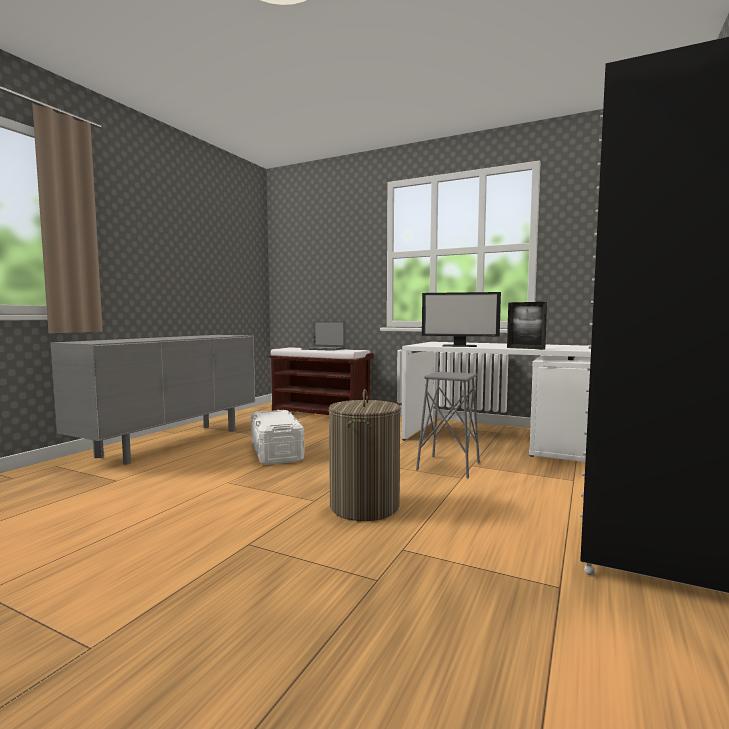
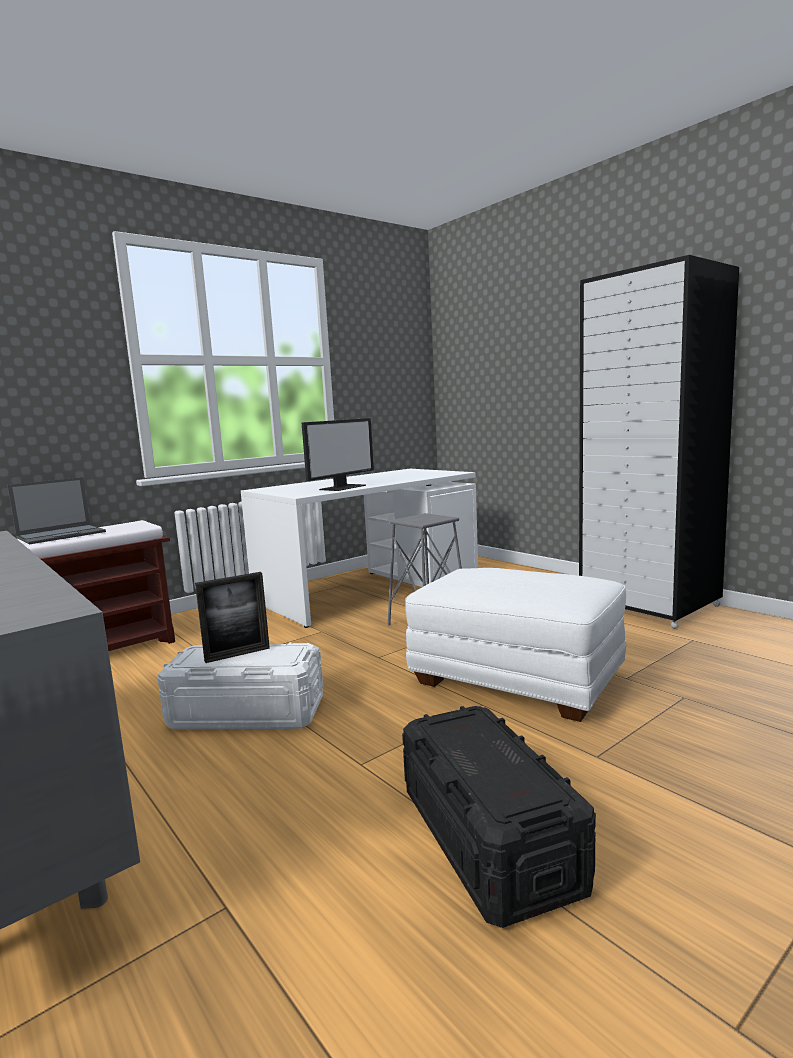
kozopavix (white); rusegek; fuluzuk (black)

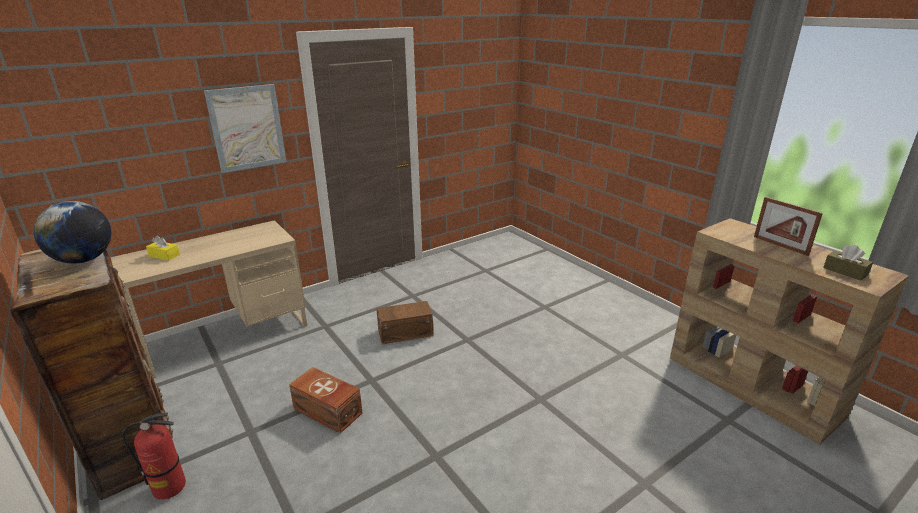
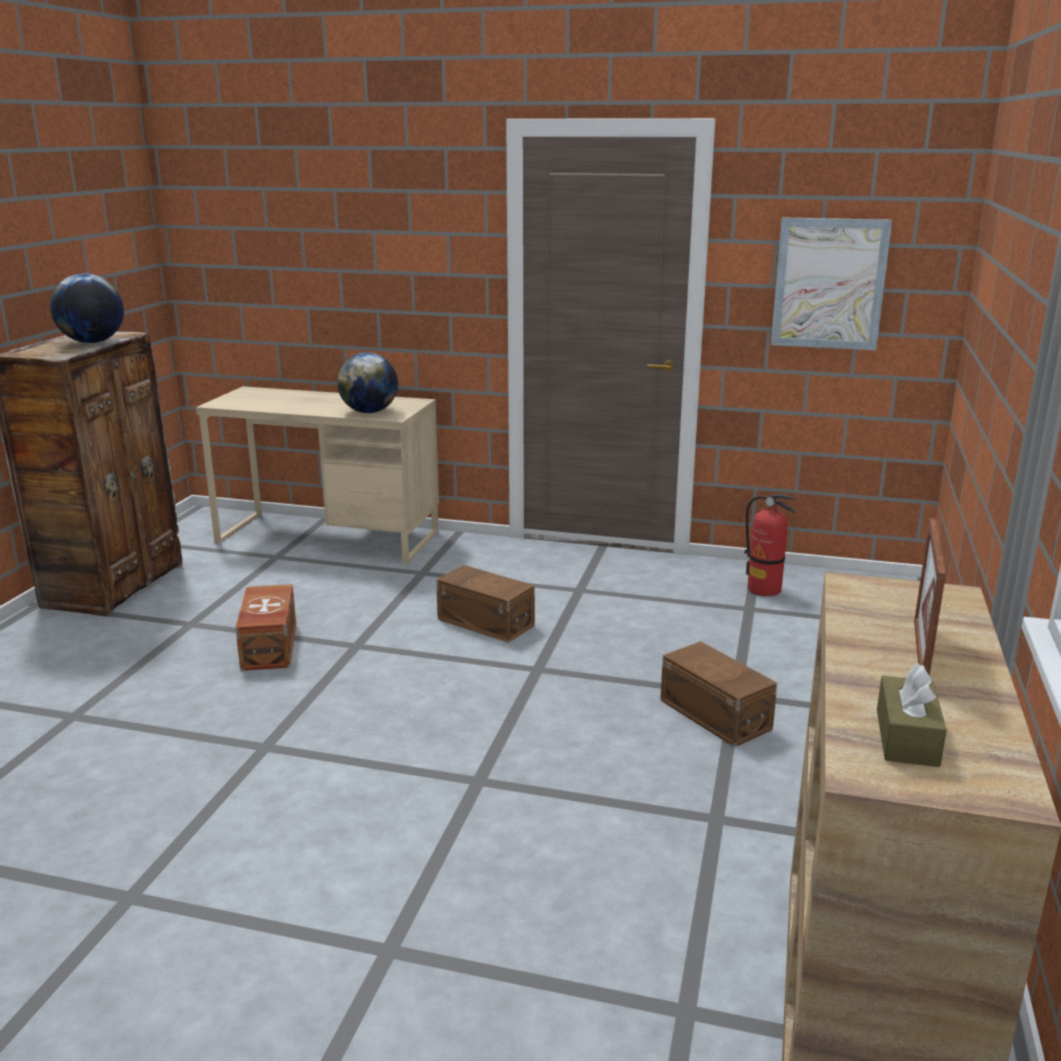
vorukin; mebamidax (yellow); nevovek; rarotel (2nd from left); fuluzuk (brown) (3rd from left)

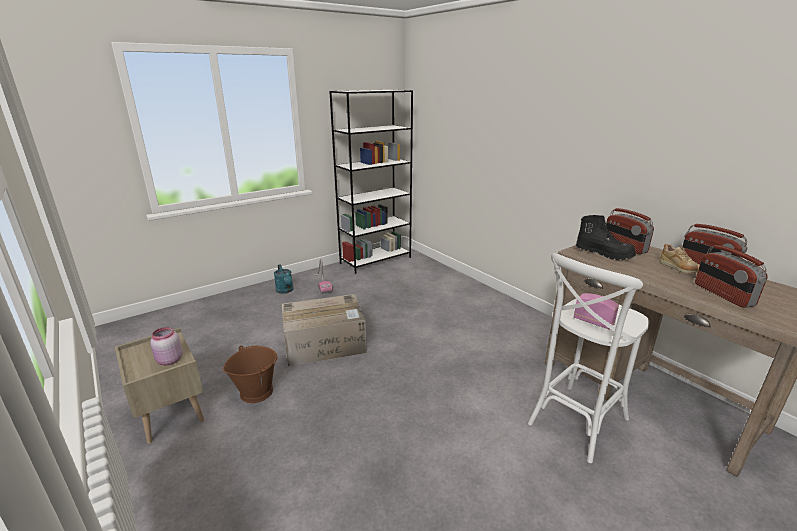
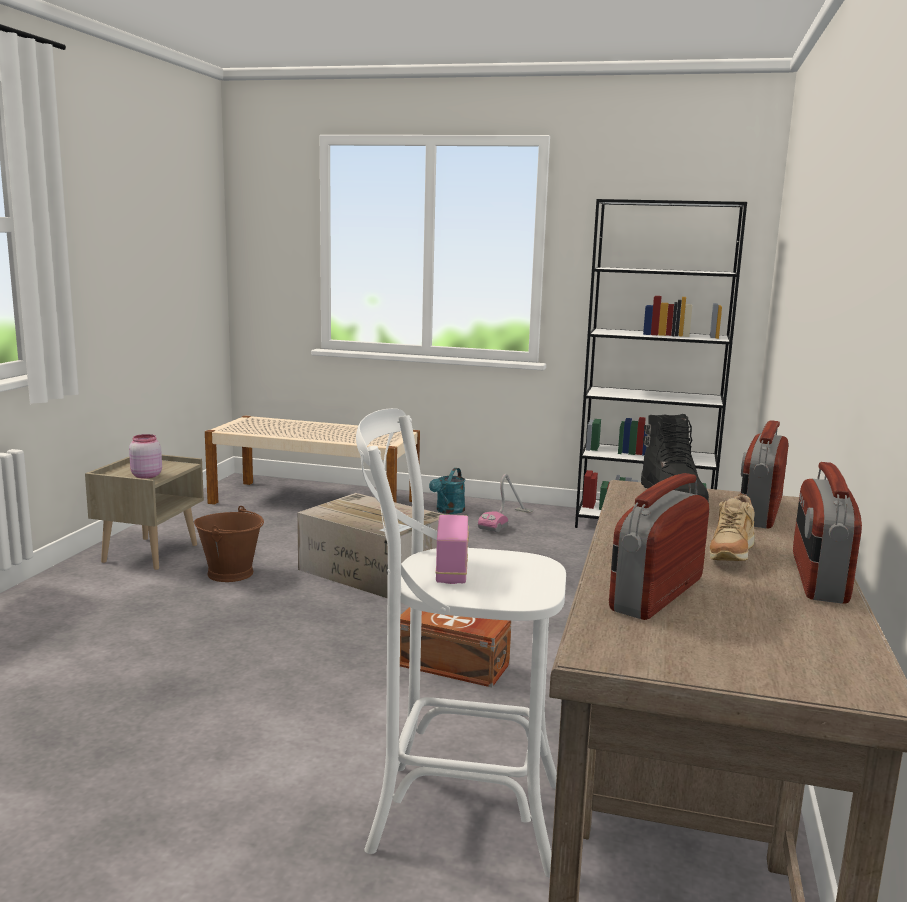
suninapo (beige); fuluzuk (brown)

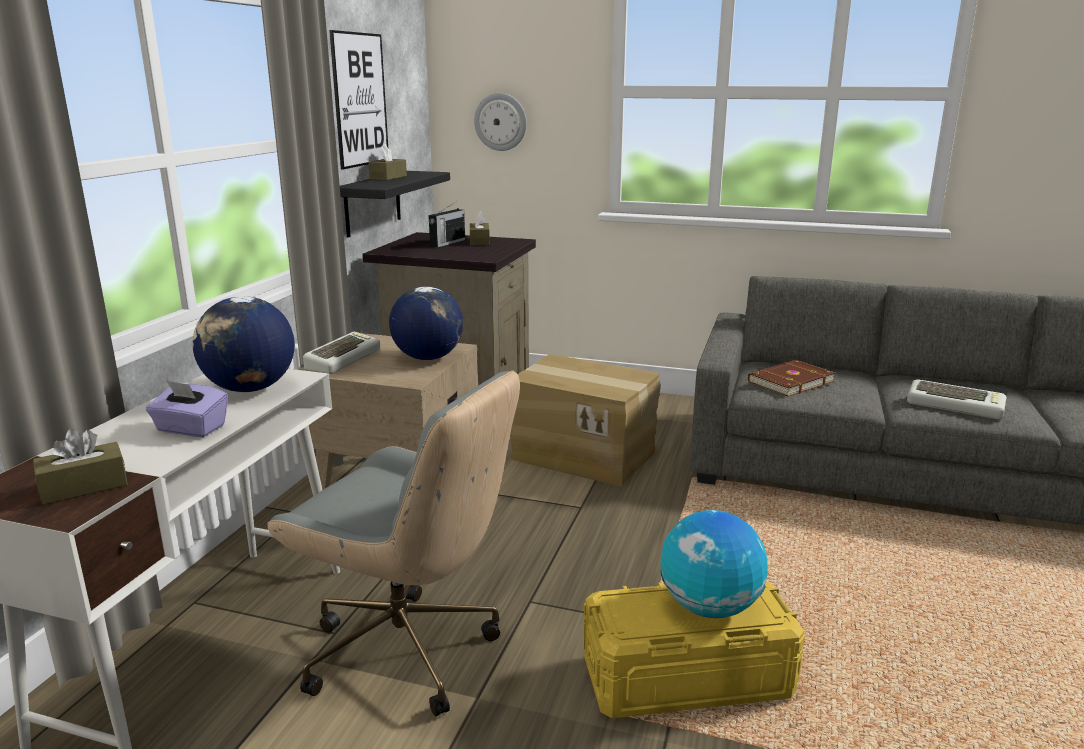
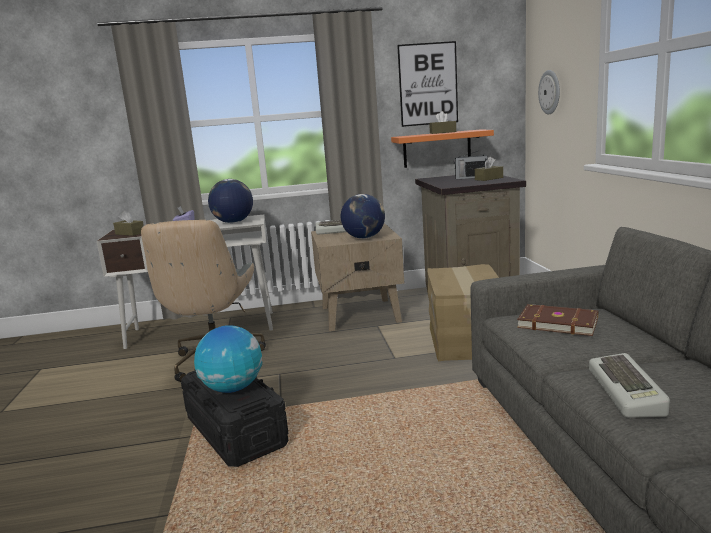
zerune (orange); fuluzuk (black)

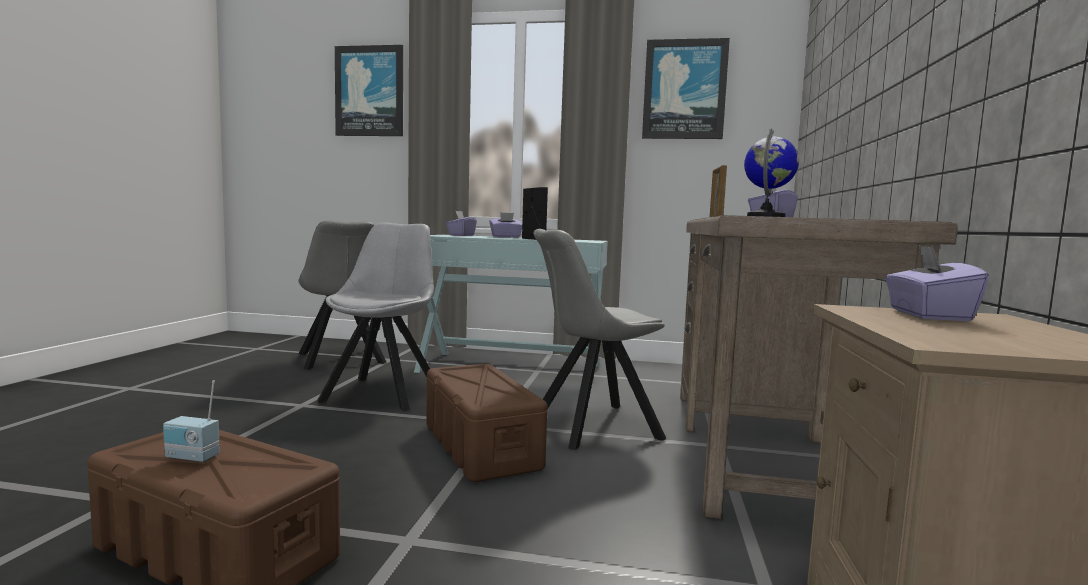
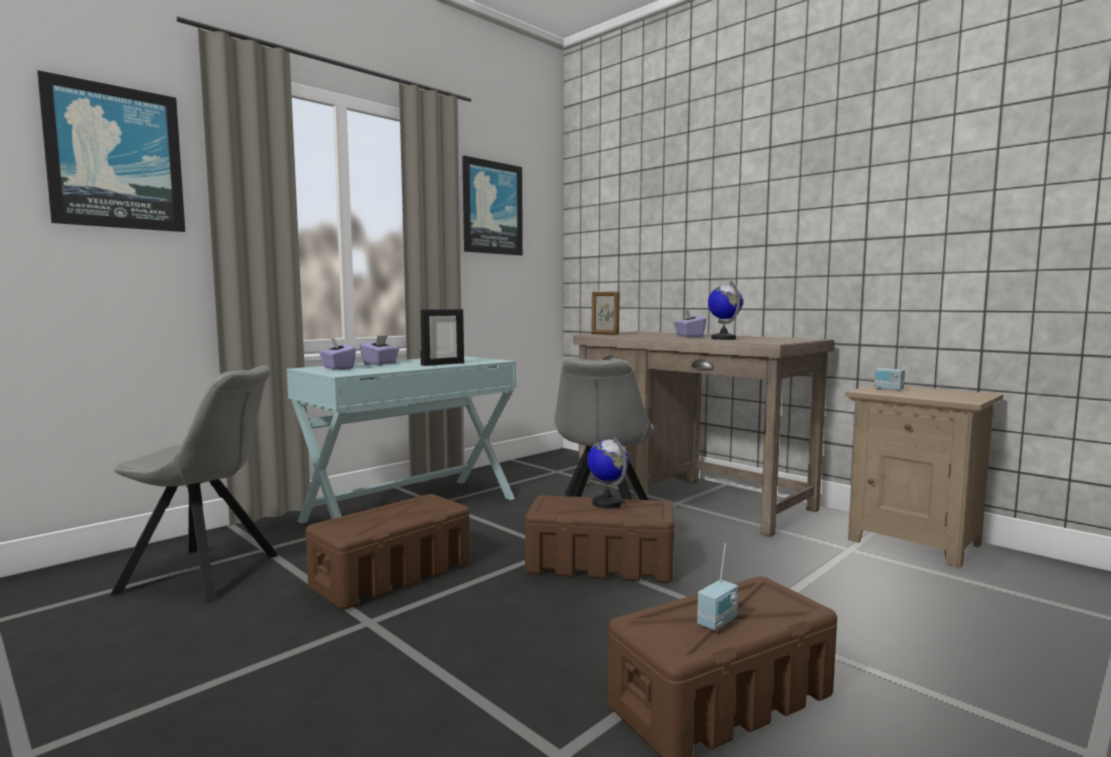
fuluzuk (brown) (1st from left); rusegek (1st from left); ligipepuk (2nd from left); rarotel (1st from left)

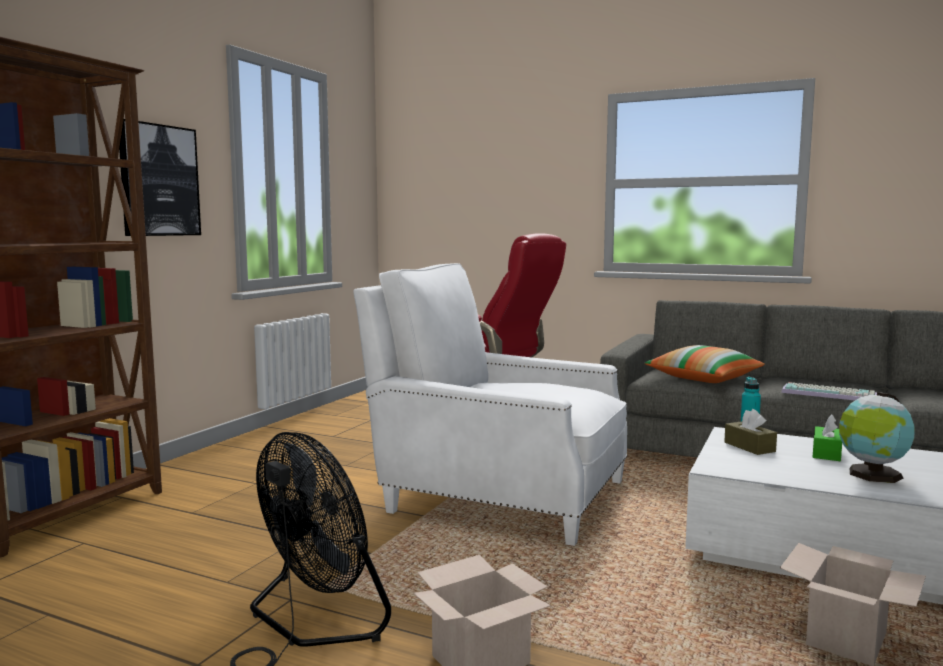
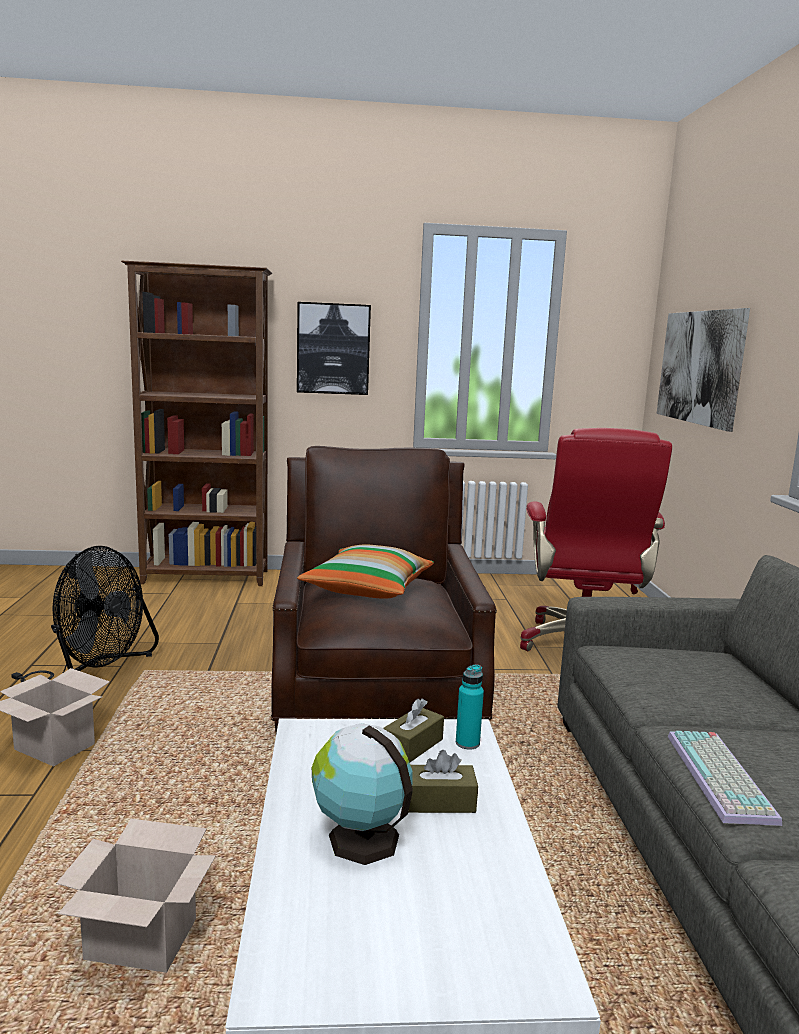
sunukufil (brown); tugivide; mebamidax (brown) (2nd from left); nevovek (2nd from left)

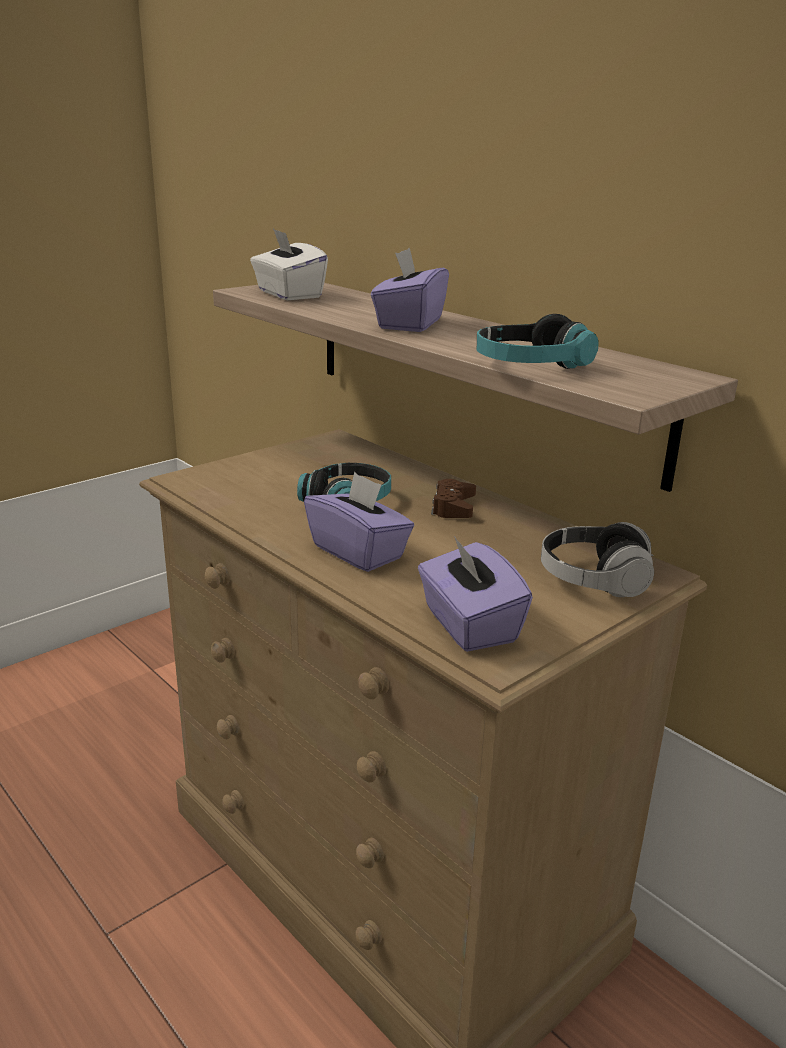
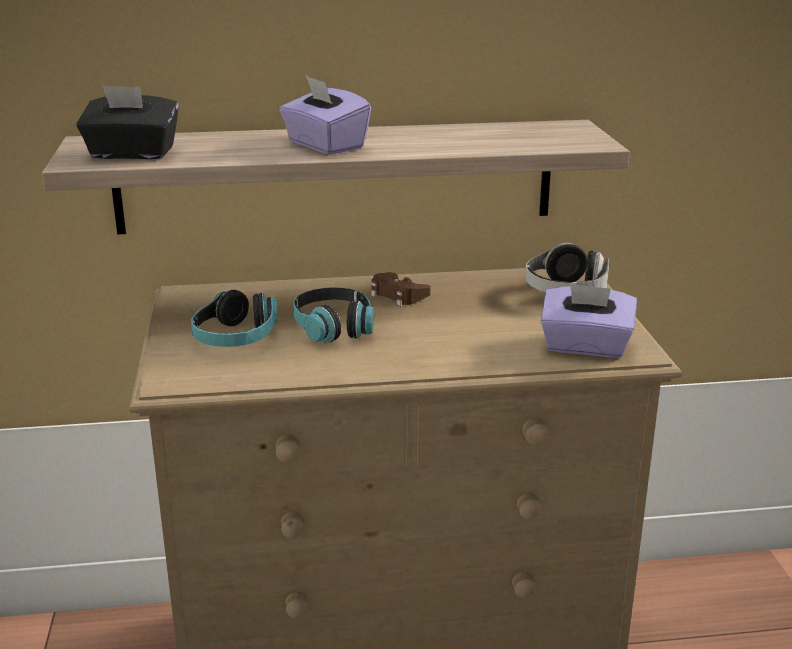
mebamidax (black); mebamidax (purple) (1st from left in the first image); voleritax (1st from left)

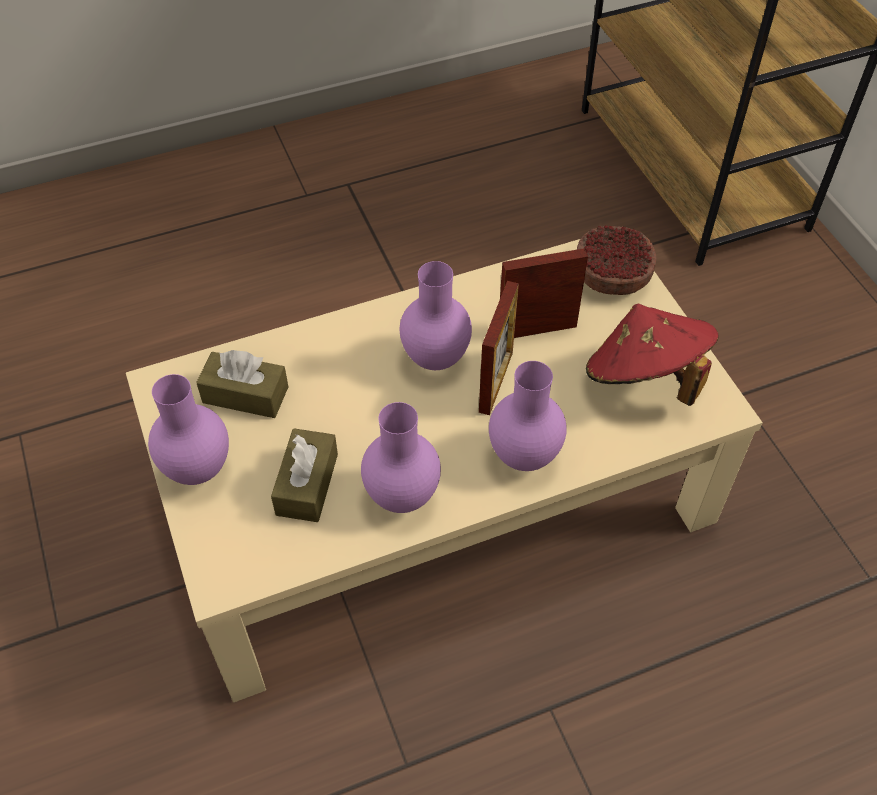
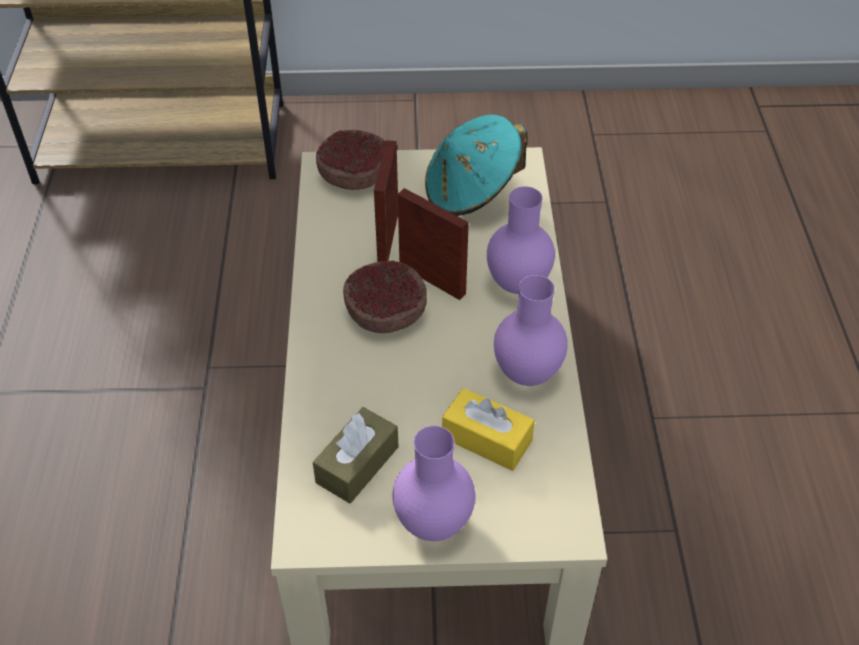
mebamidax (yellow); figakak (2nd from left); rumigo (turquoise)

